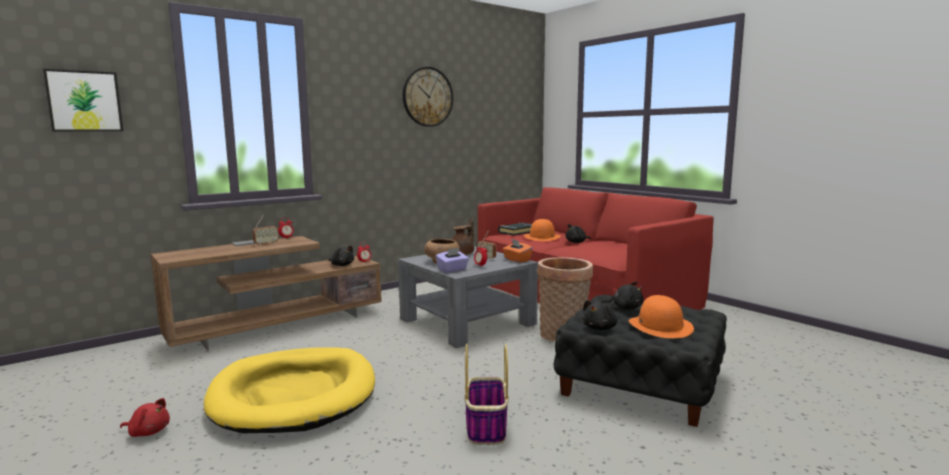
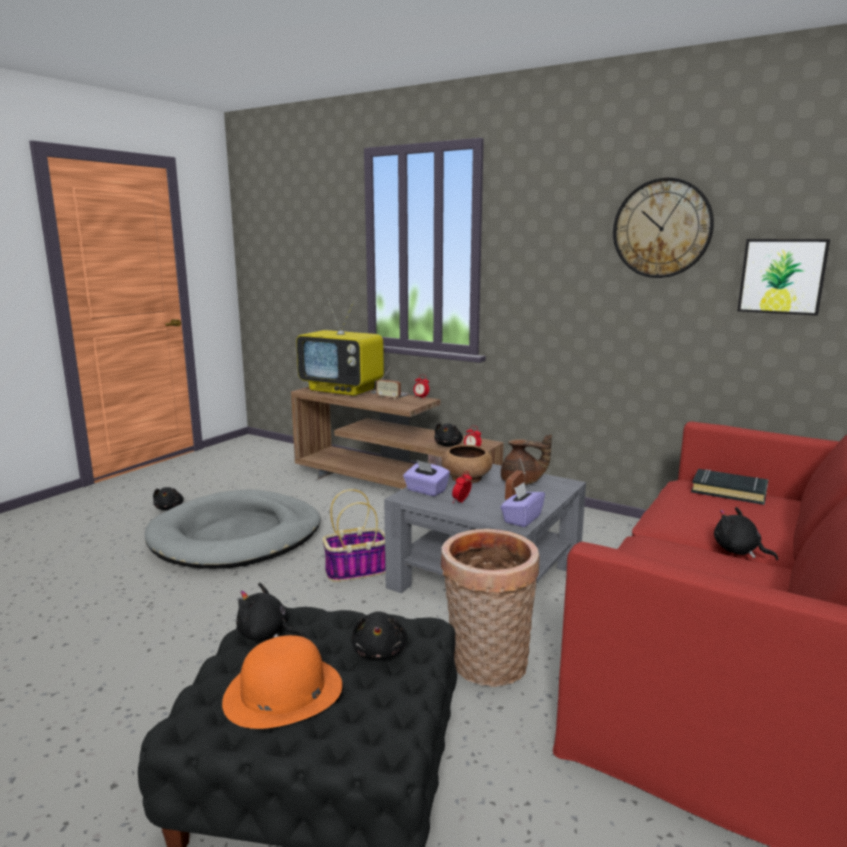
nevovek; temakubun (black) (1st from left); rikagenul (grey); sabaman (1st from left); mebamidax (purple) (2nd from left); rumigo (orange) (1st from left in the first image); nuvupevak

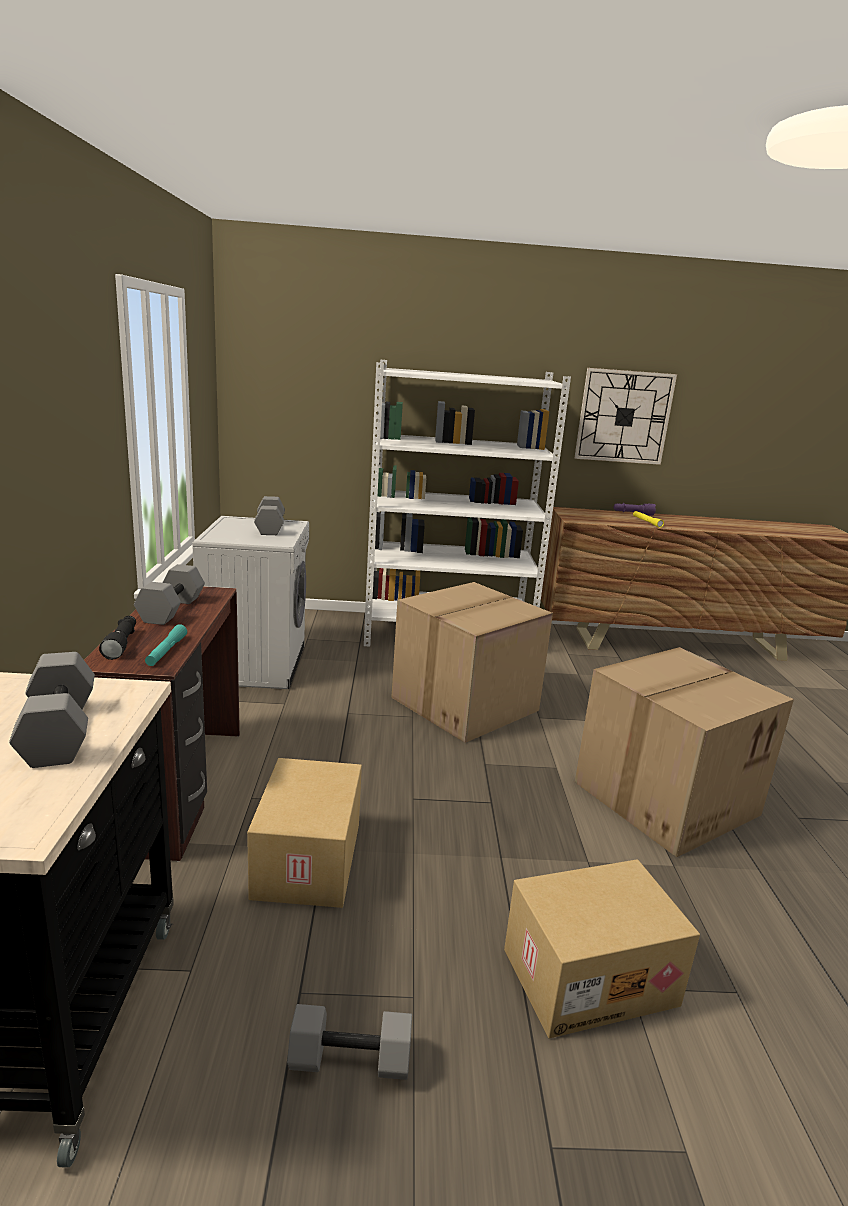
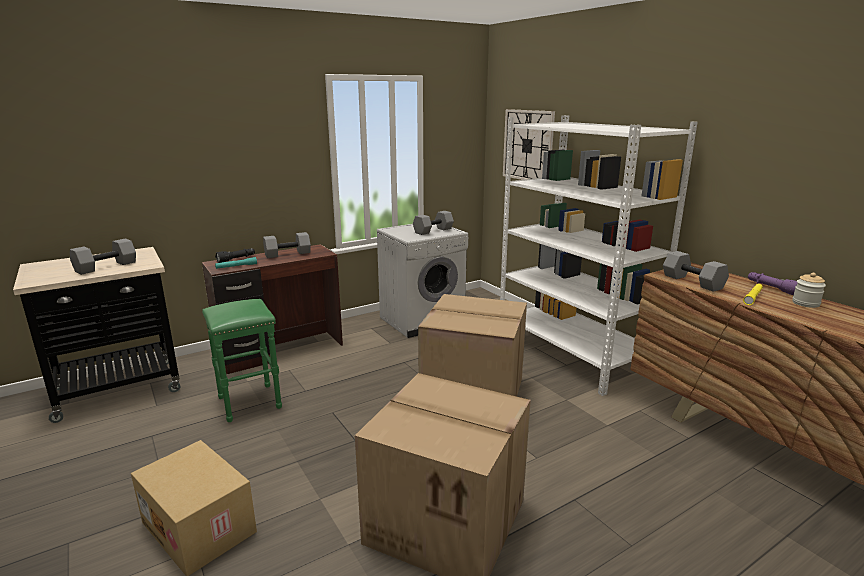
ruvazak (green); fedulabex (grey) (4th from left); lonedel; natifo

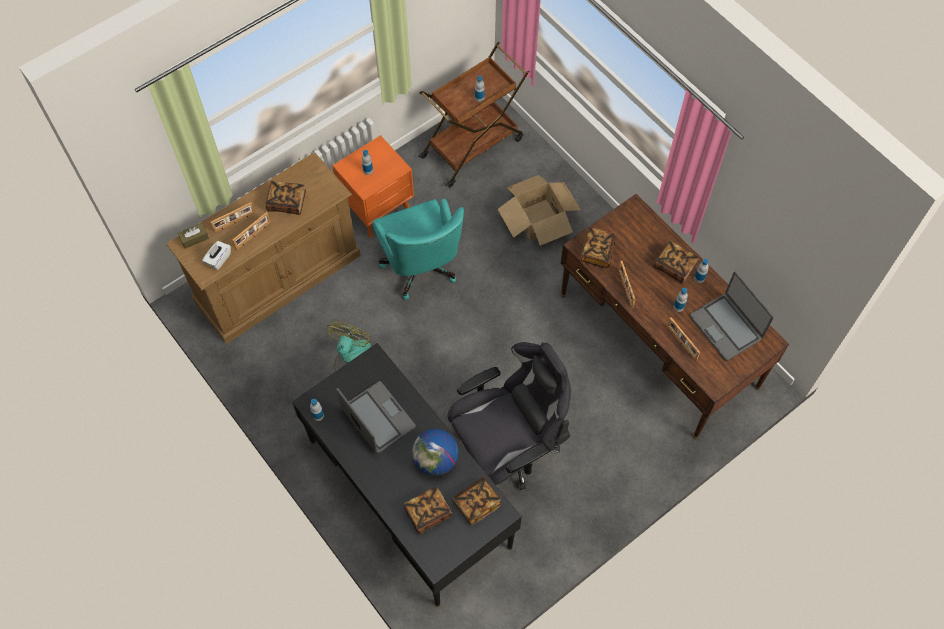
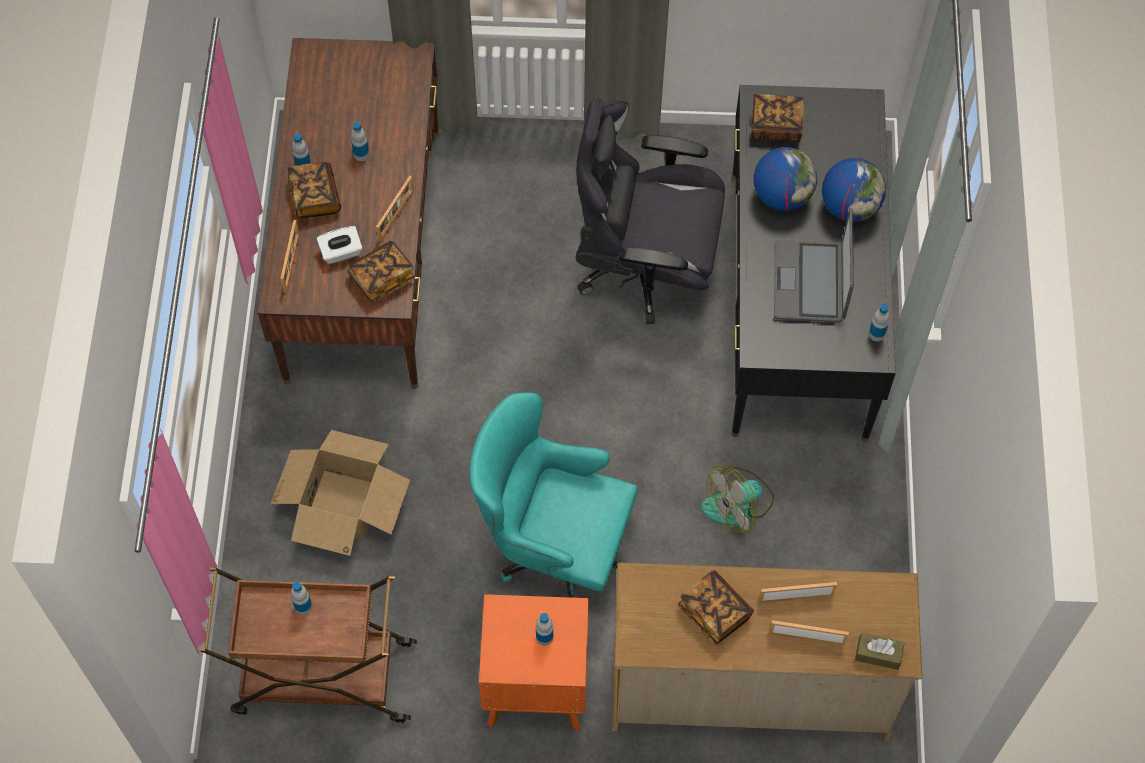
mebamidax (white); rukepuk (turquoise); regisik (2nd from left in the first image); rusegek (1st from left); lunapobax (2nd from left in the first image); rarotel (2nd from left)

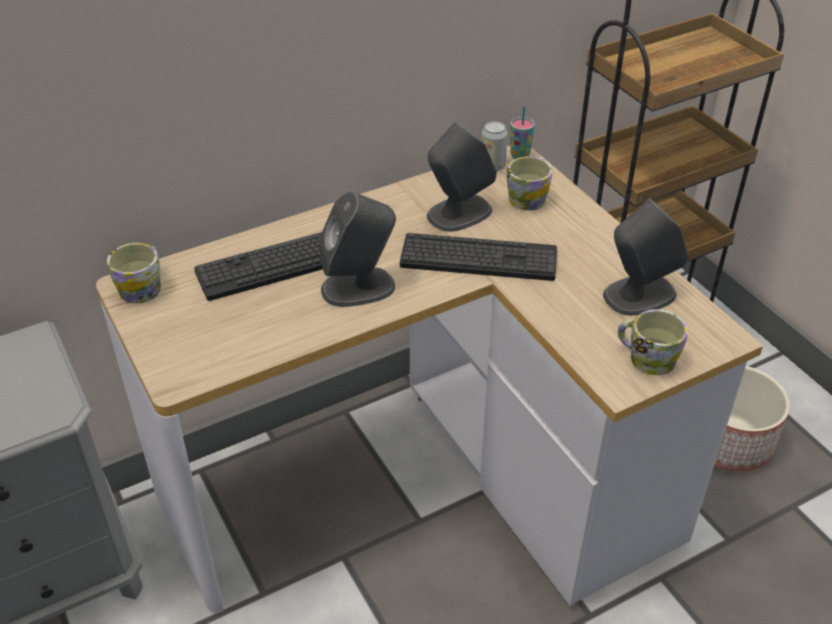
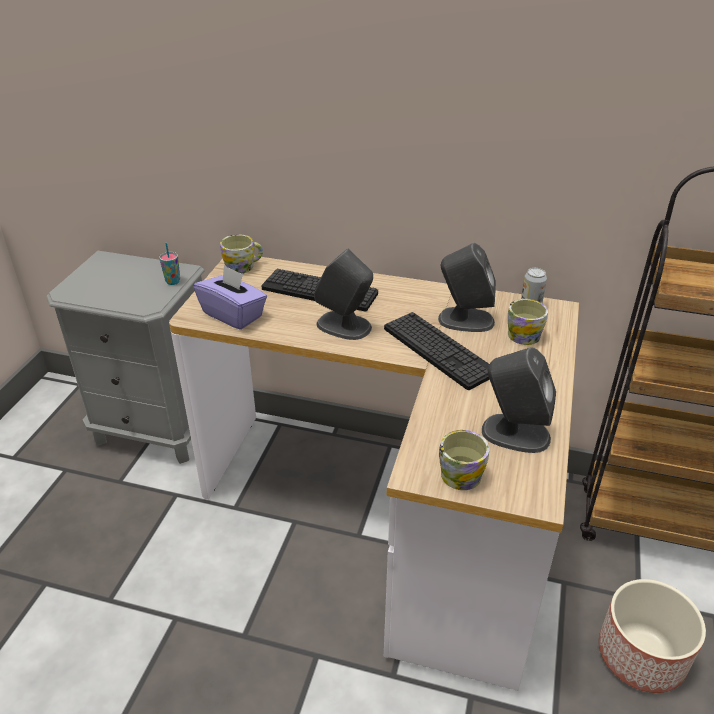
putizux; mebamidax (purple)

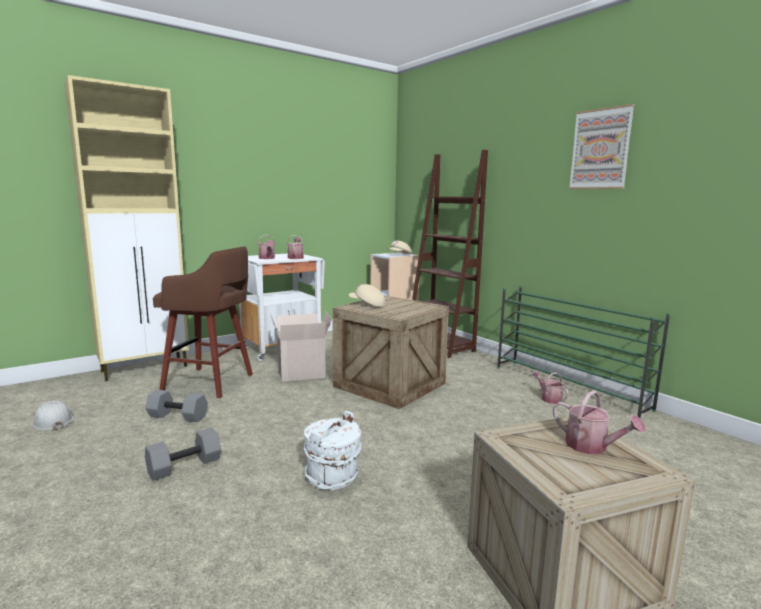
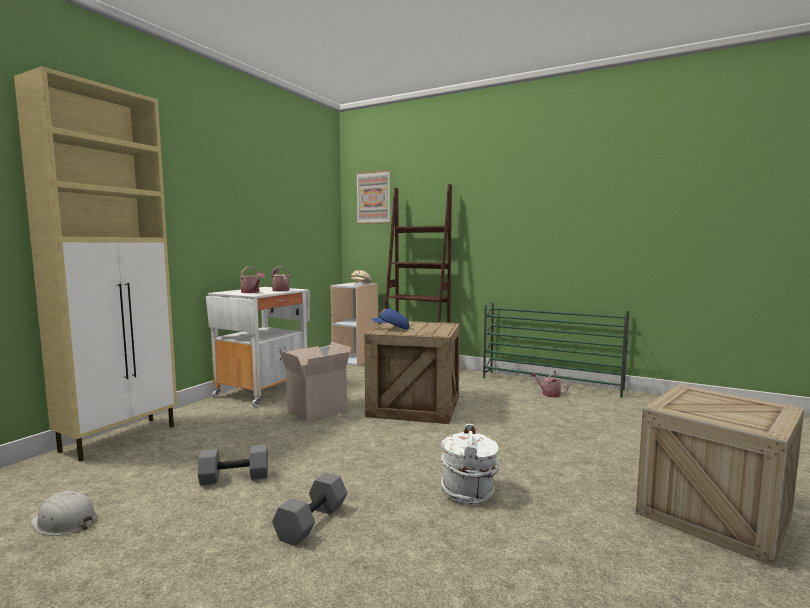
ruvazak (brown); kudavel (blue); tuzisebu (4th from left in the first image); nevovek

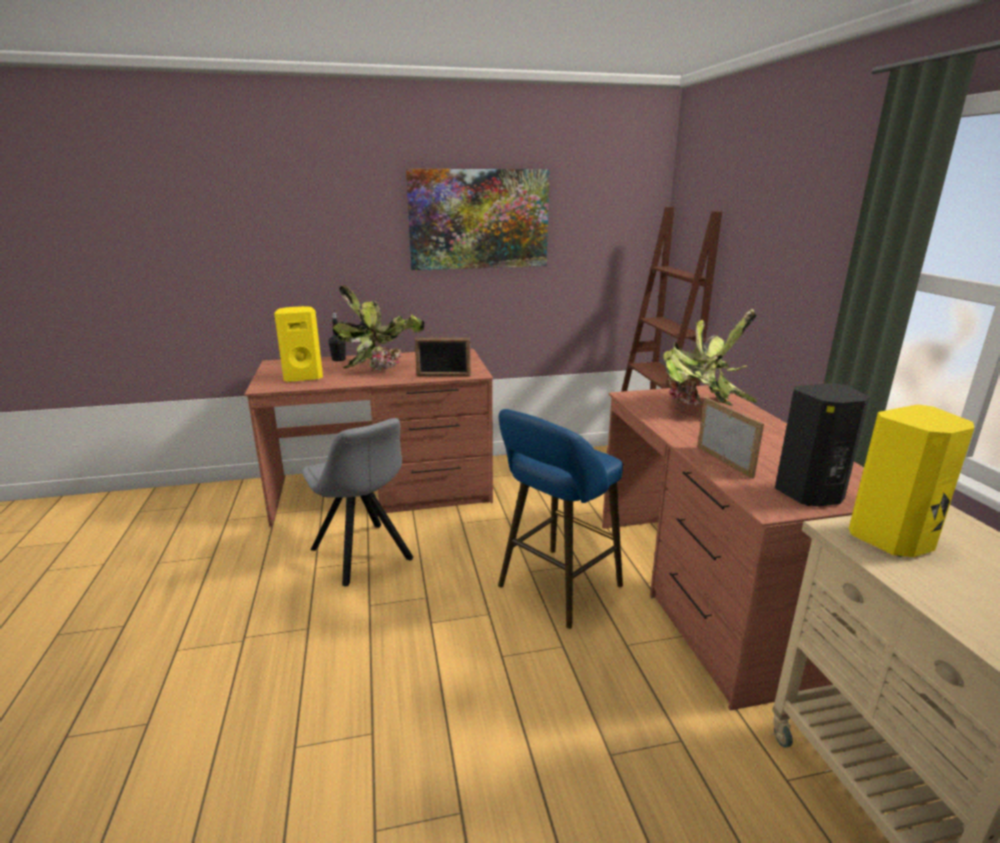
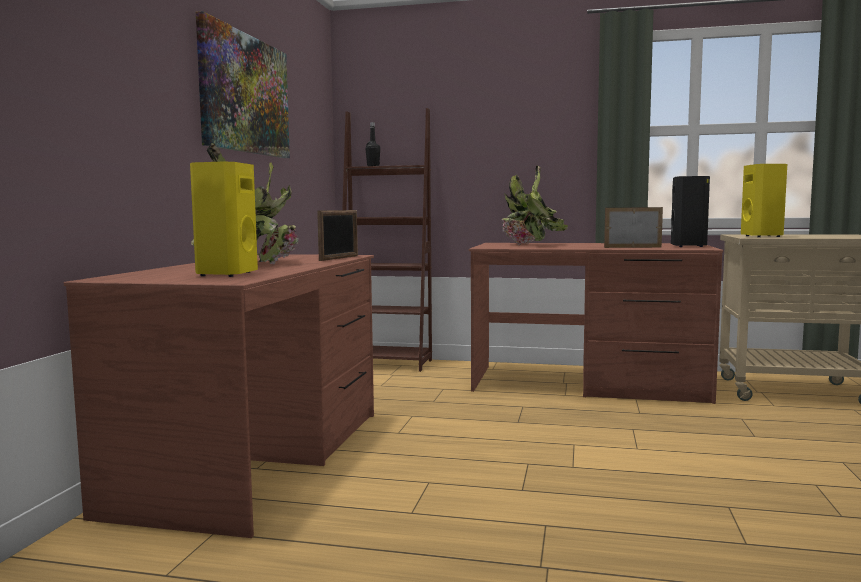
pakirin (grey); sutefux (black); ruvazak (blue)

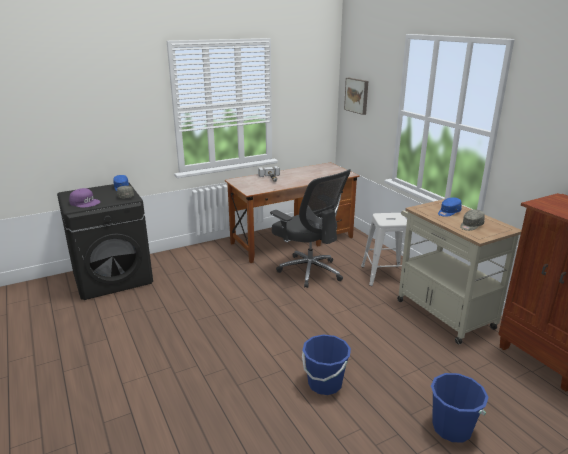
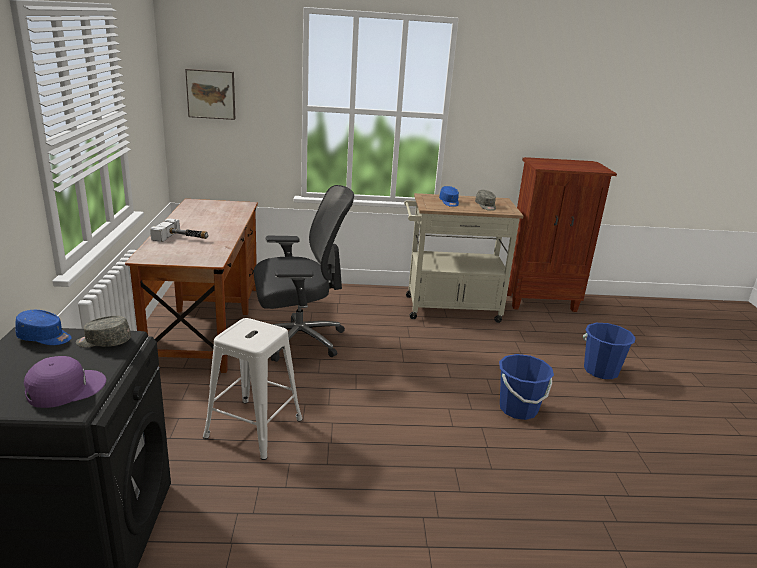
ruvazak (white)

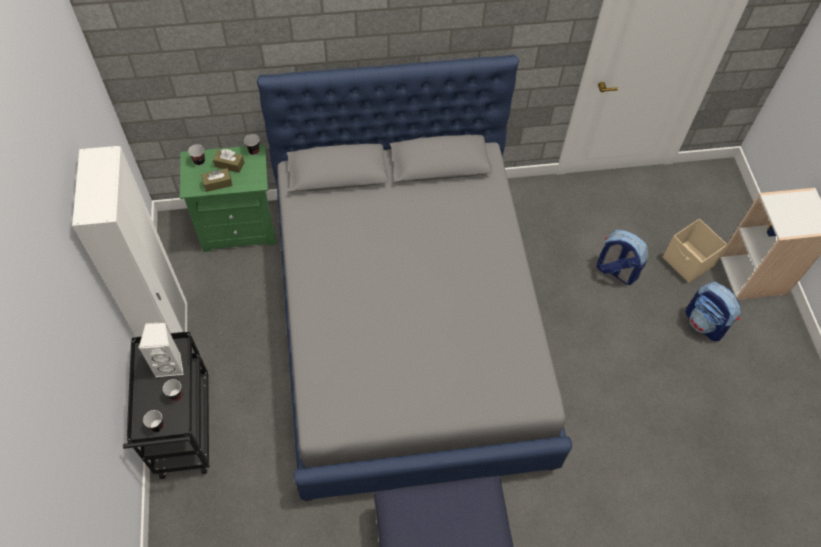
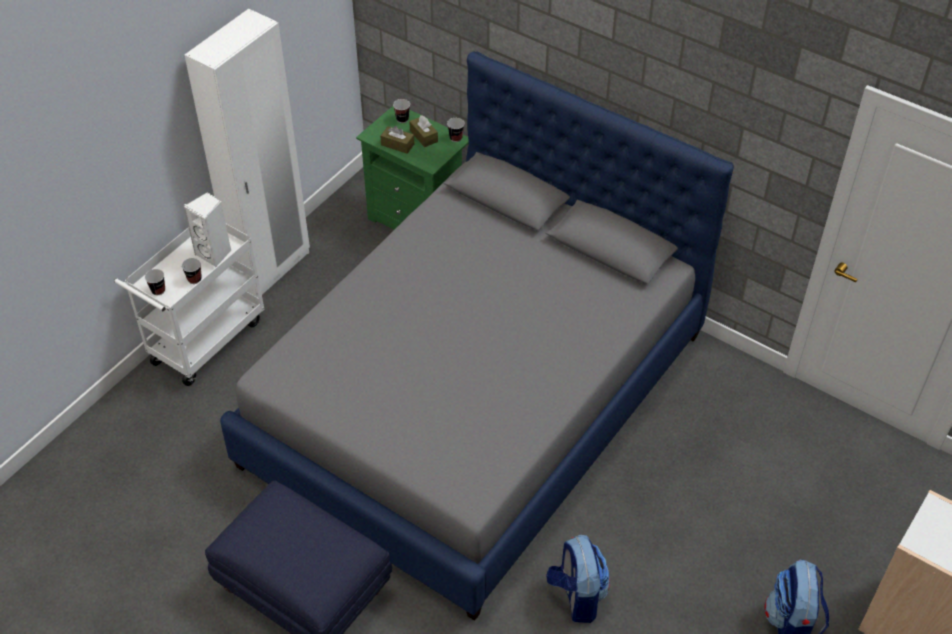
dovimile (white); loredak (1st from left); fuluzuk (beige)

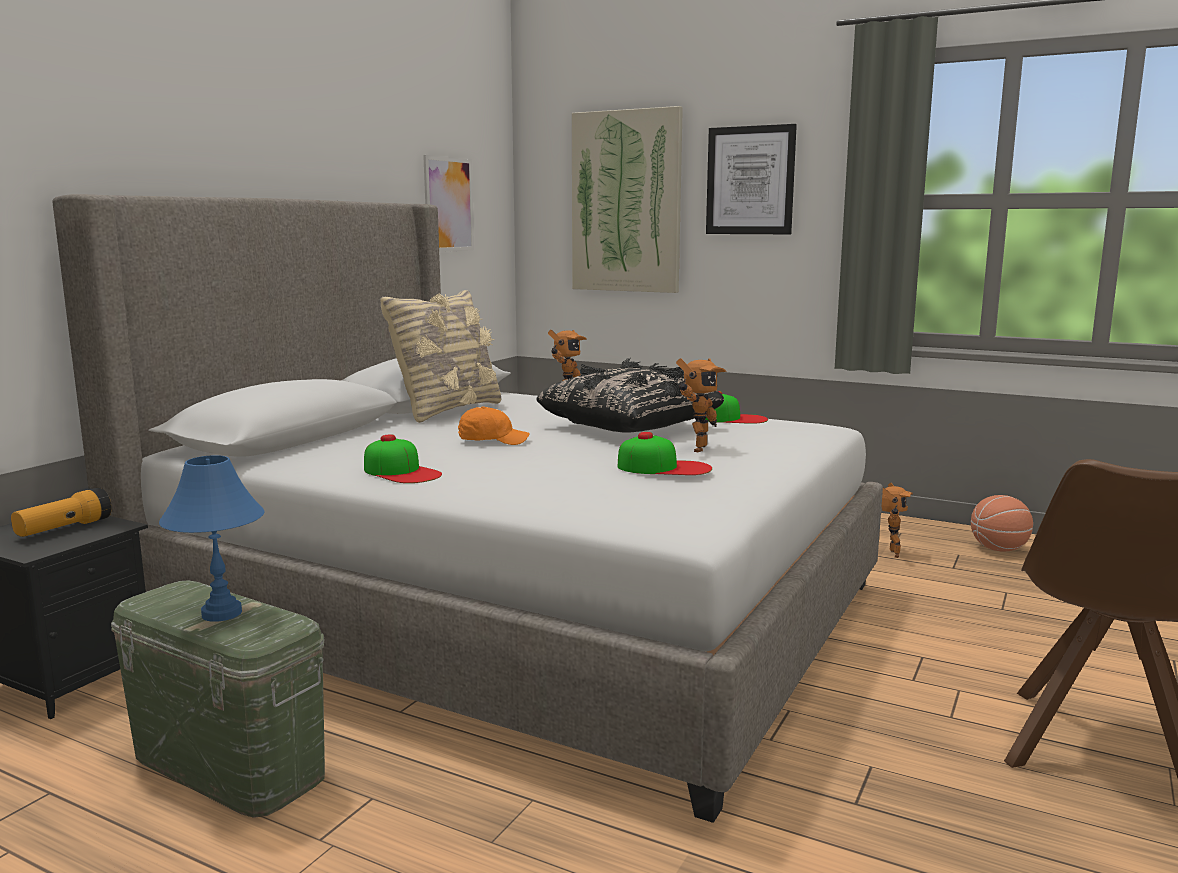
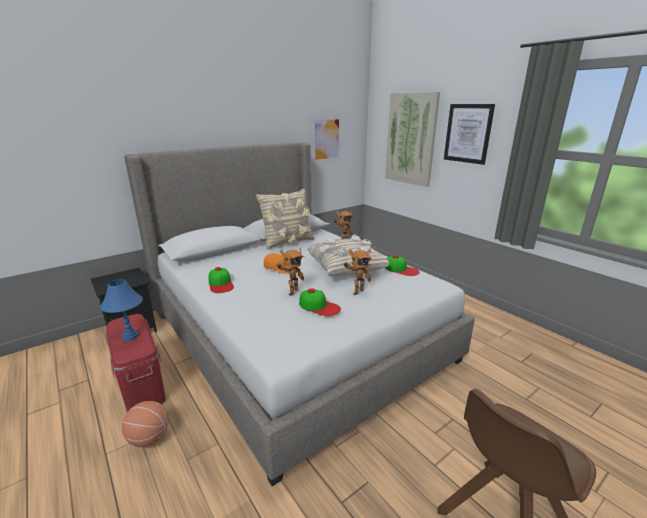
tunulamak; fuluzuk (red); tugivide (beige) (2nd from left); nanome (1st from left); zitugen

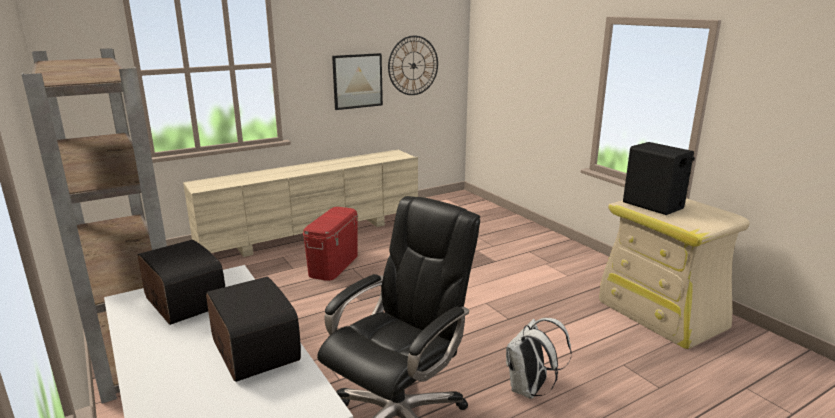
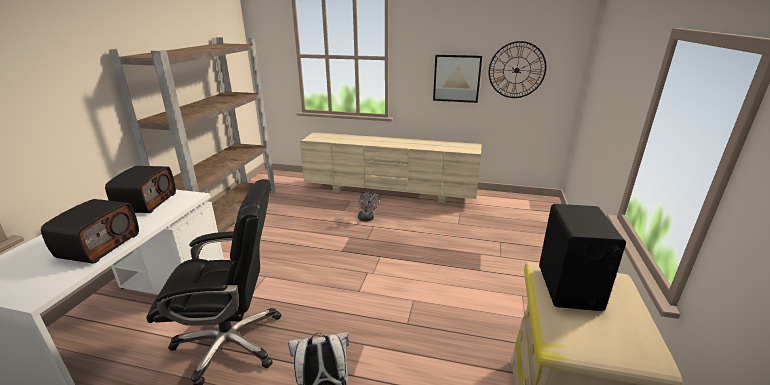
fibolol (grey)

